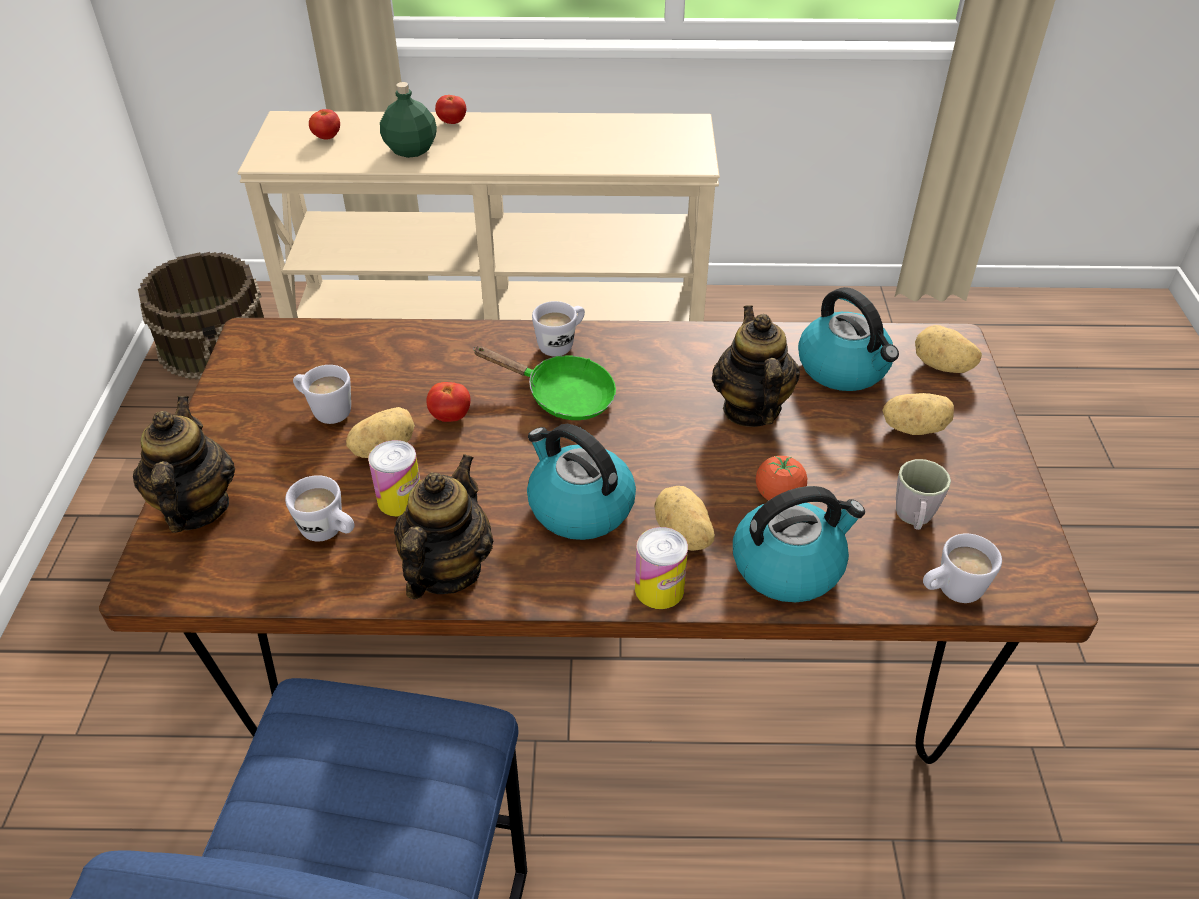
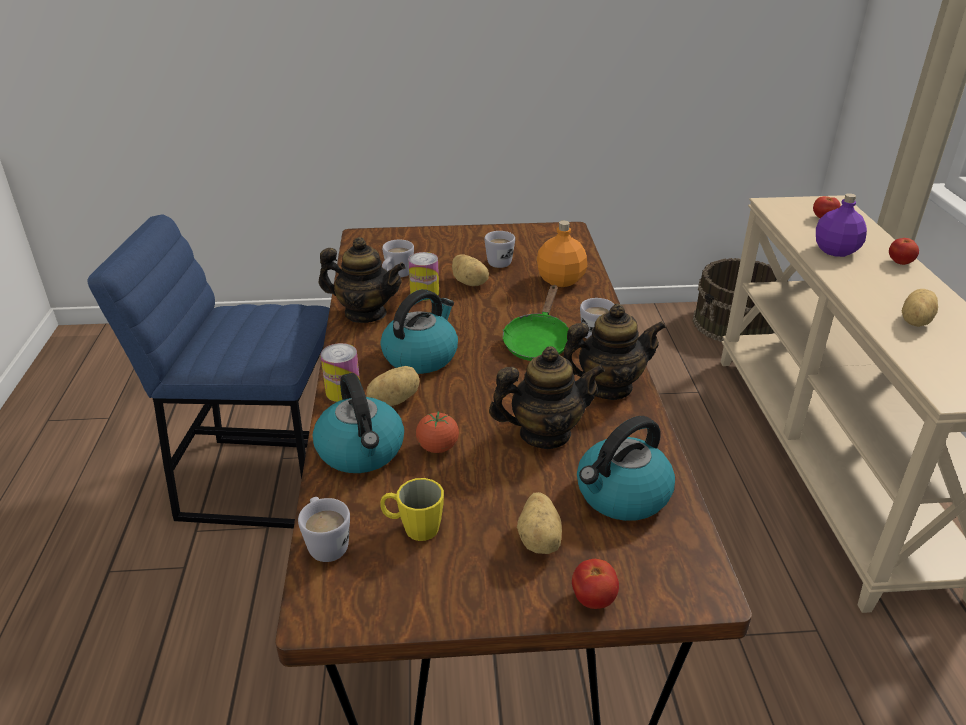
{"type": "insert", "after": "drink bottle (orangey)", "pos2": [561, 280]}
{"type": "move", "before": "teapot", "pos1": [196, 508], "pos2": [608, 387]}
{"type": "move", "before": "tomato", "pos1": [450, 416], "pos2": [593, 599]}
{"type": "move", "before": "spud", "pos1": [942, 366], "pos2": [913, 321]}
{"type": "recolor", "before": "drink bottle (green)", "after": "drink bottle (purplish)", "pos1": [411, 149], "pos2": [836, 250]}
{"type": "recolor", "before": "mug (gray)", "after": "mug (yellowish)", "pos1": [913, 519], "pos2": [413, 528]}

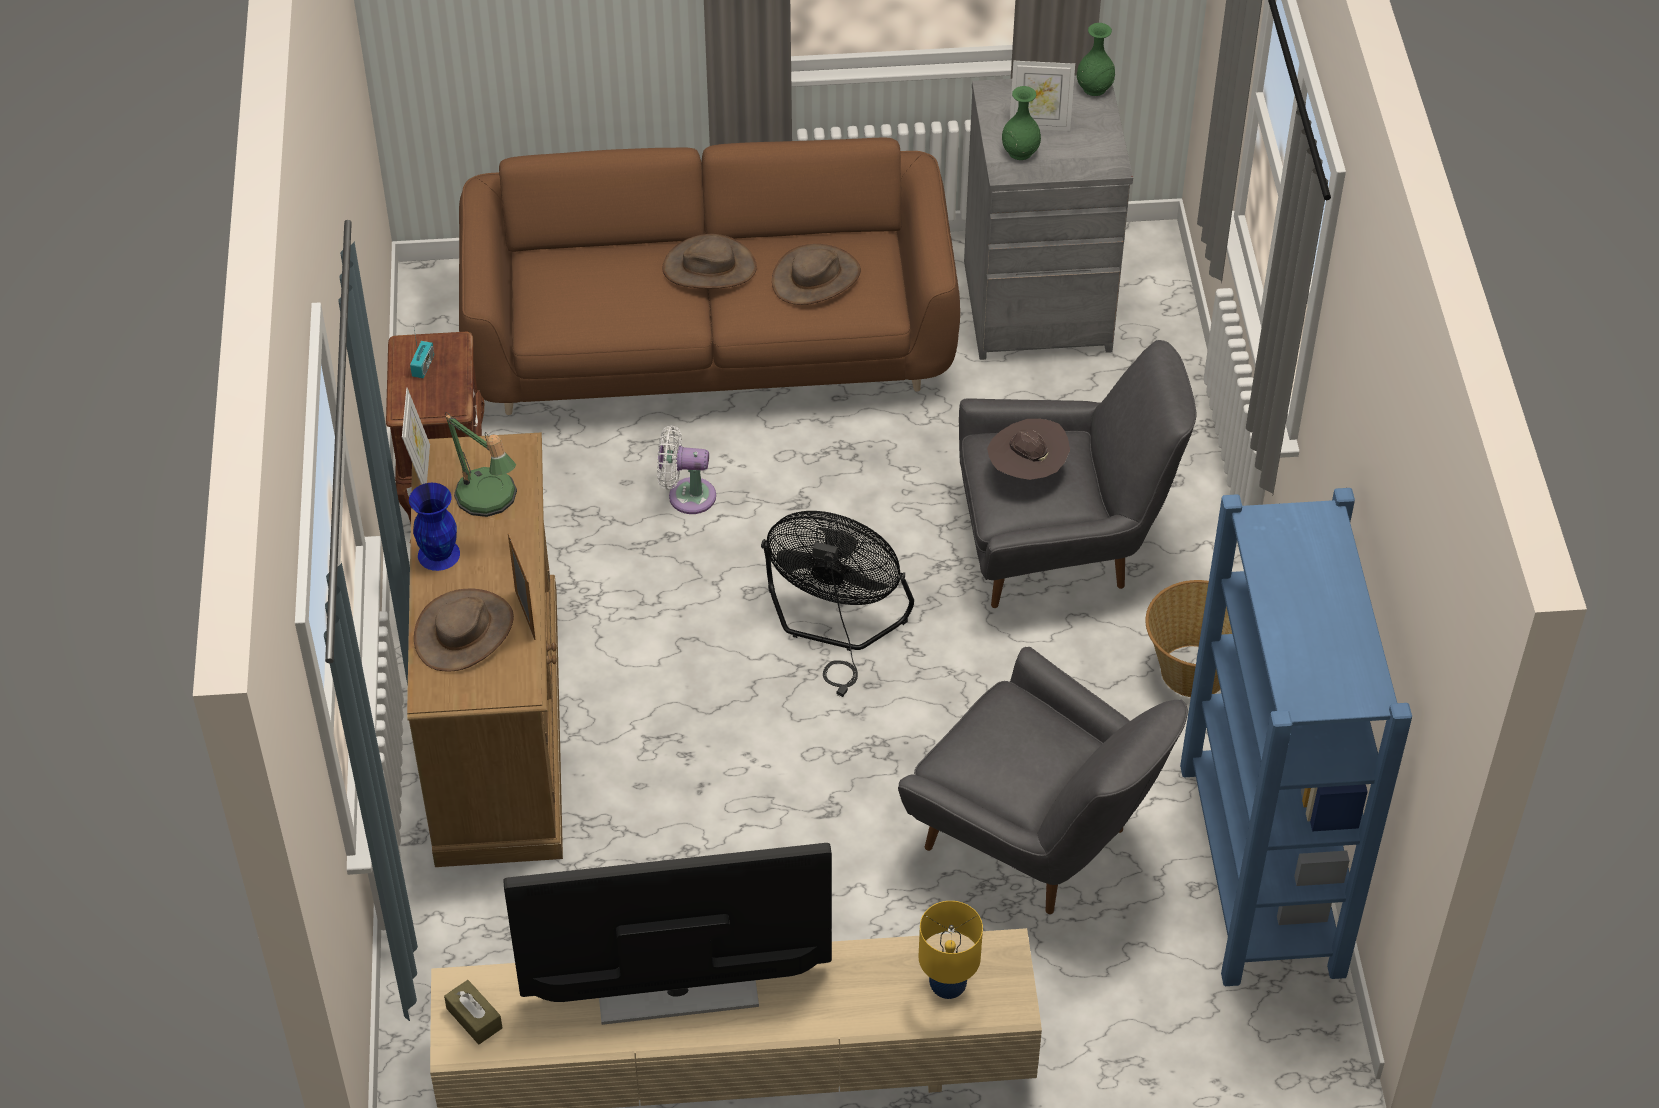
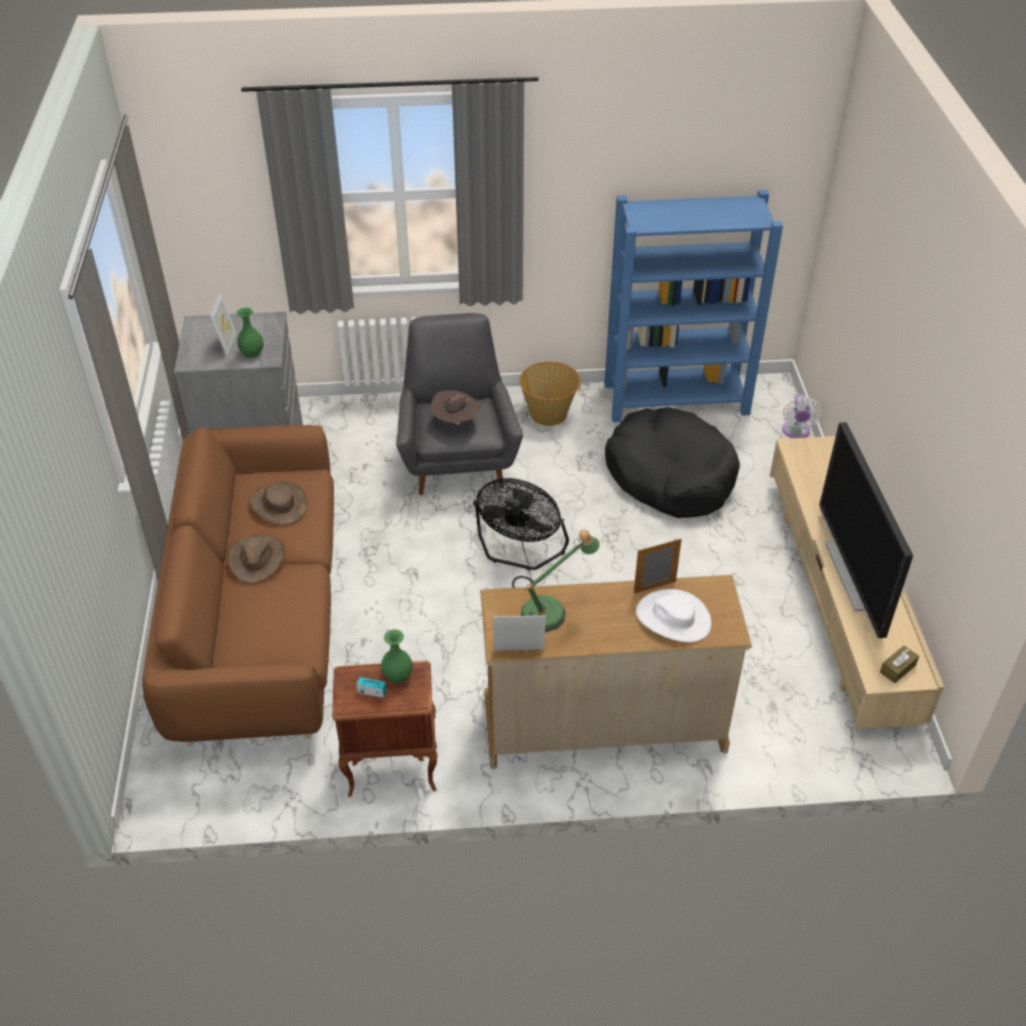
{"type": "delete", "before": "flower vase (bluish)", "pos1": [439, 554]}
{"type": "delete", "before": "tabletop lamp (yellowish)", "pos1": [946, 988]}
{"type": "move", "before": "cooling fan (white-coloured)", "pos1": [686, 496], "pos2": [796, 432]}
{"type": "move", "before": "flower vase (green)", "pos1": [1094, 89], "pos2": [398, 675]}
{"type": "replace", "before": "armchair (gray)", "after": "dog bed (black)", "pos1": [1038, 842], "pos2": [670, 475]}
{"type": "recolor", "before": "wearable hat (brown)", "after": "wearable hat (white-coloured)", "pos1": [464, 632], "pos2": [673, 618]}
{"type": "rotate", "before": "cooling fan (black)", "pos1": [833, 628], "pos2": [518, 557], "turn": 90}

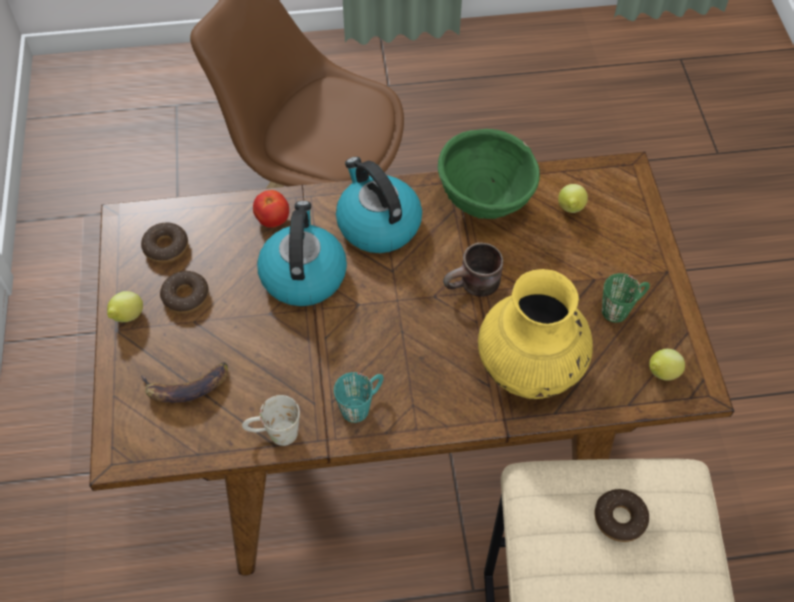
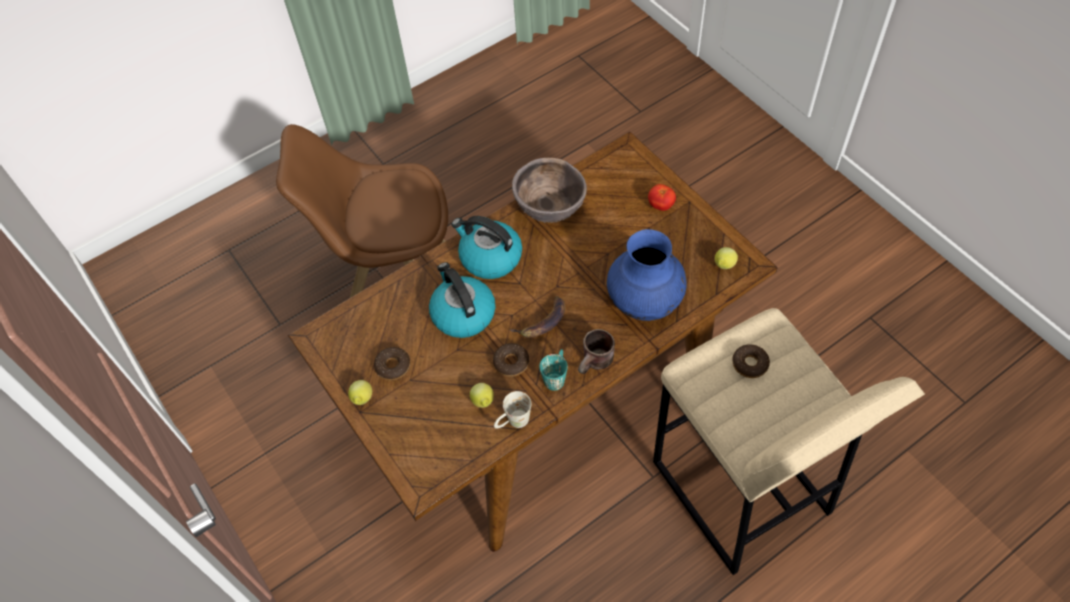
{"type": "delete", "before": "mug (green)", "pos1": [621, 308]}
{"type": "move", "before": "ring doughnut", "pos1": [166, 247], "pos2": [511, 363]}
{"type": "move", "before": "banana", "pos1": [186, 387], "pos2": [543, 322]}
{"type": "move", "before": "tomato", "pos1": [273, 219], "pos2": [661, 205]}
{"type": "move", "before": "mug (brown)", "pos1": [474, 288], "pos2": [597, 364]}
{"type": "move", "before": "whole lemon", "pos1": [570, 209], "pos2": [483, 402]}
{"type": "recolor", "before": "bowl (green)", "after": "bowl (brown)", "pos1": [484, 203], "pos2": [550, 211]}
{"type": "recolor", "before": "flower vase (yellowish)", "after": "flower vase (bluish)", "pos1": [529, 369], "pos2": [645, 302]}

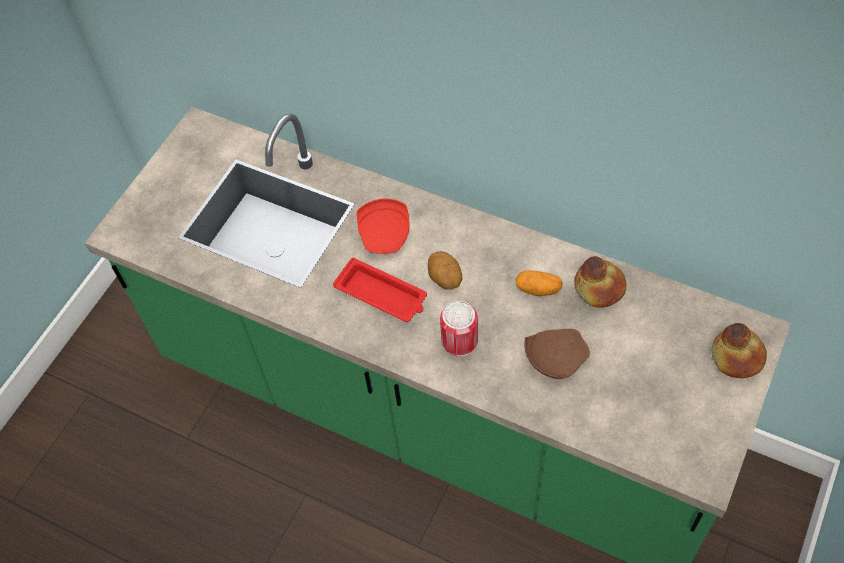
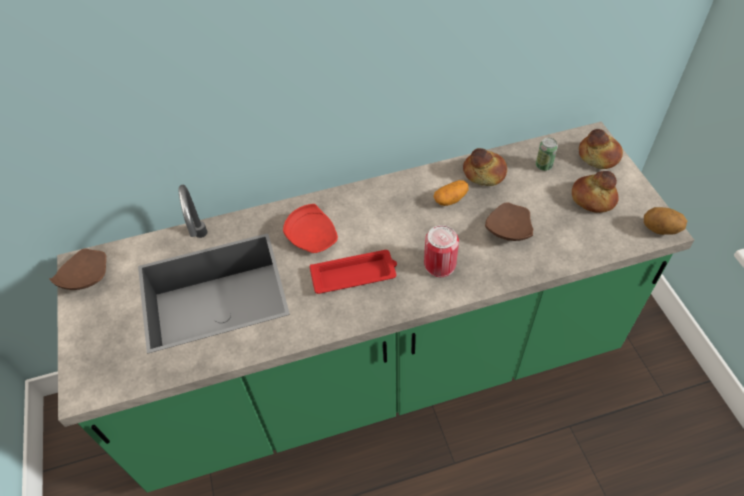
{"type": "insert", "after": "dinner plate (brown)", "pos2": [84, 278]}
{"type": "insert", "after": "sealed can", "pos2": [543, 166]}
{"type": "insert", "after": "bread", "pos2": [592, 198]}
{"type": "move", "before": "spud", "pos1": [444, 279], "pos2": [660, 230]}

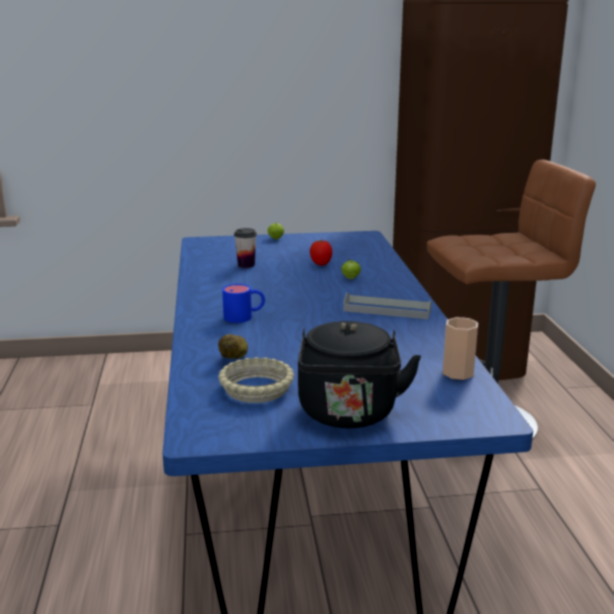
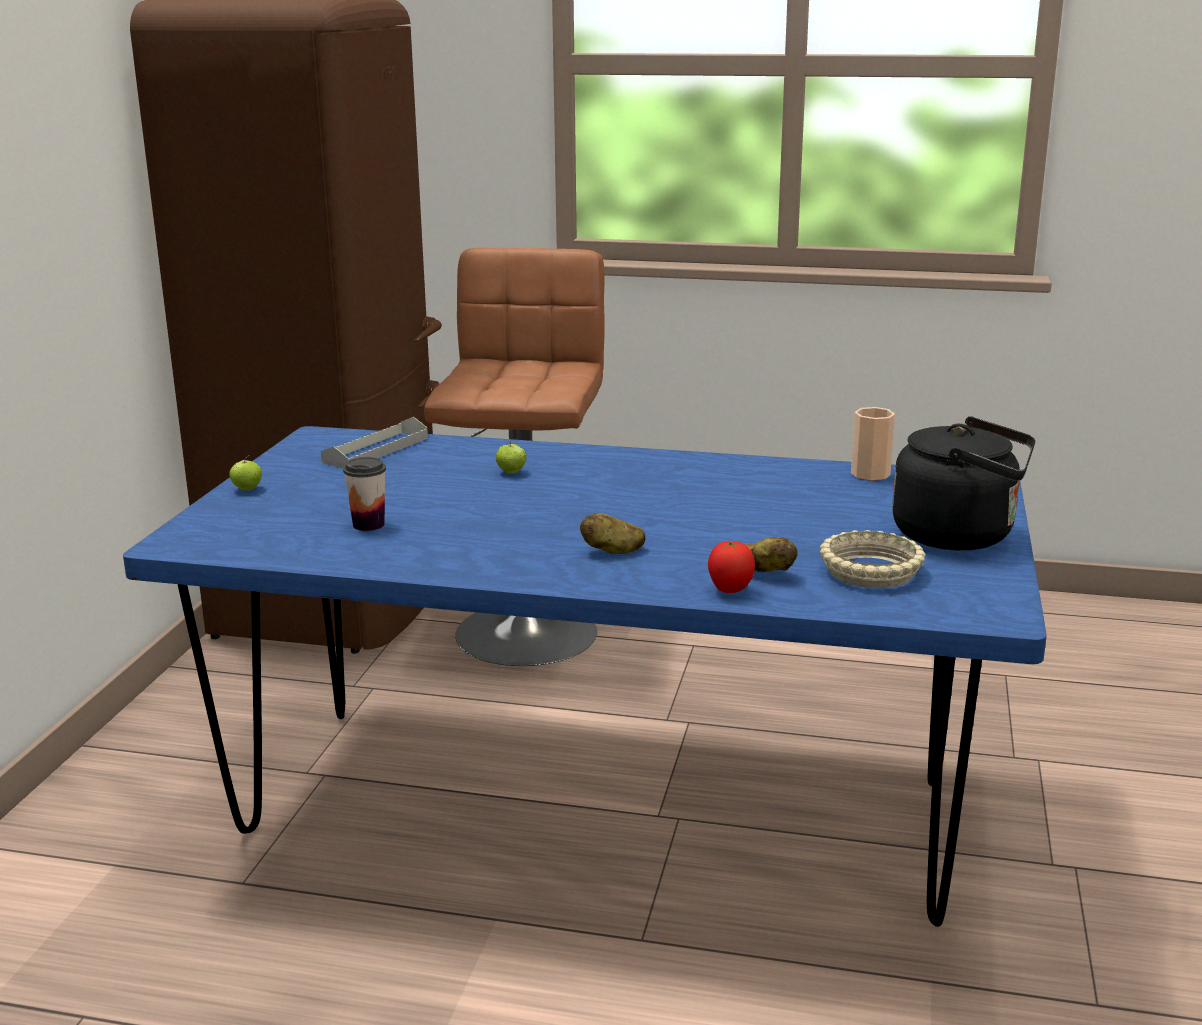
{"type": "move", "before": "tomato", "pos1": [321, 264], "pos2": [729, 591]}
{"type": "move", "before": "tray (gray)", "pos1": [387, 310], "pos2": [376, 450]}
{"type": "replace", "before": "mug (bluish)", "after": "spud", "pos1": [244, 316], "pos2": [612, 551]}

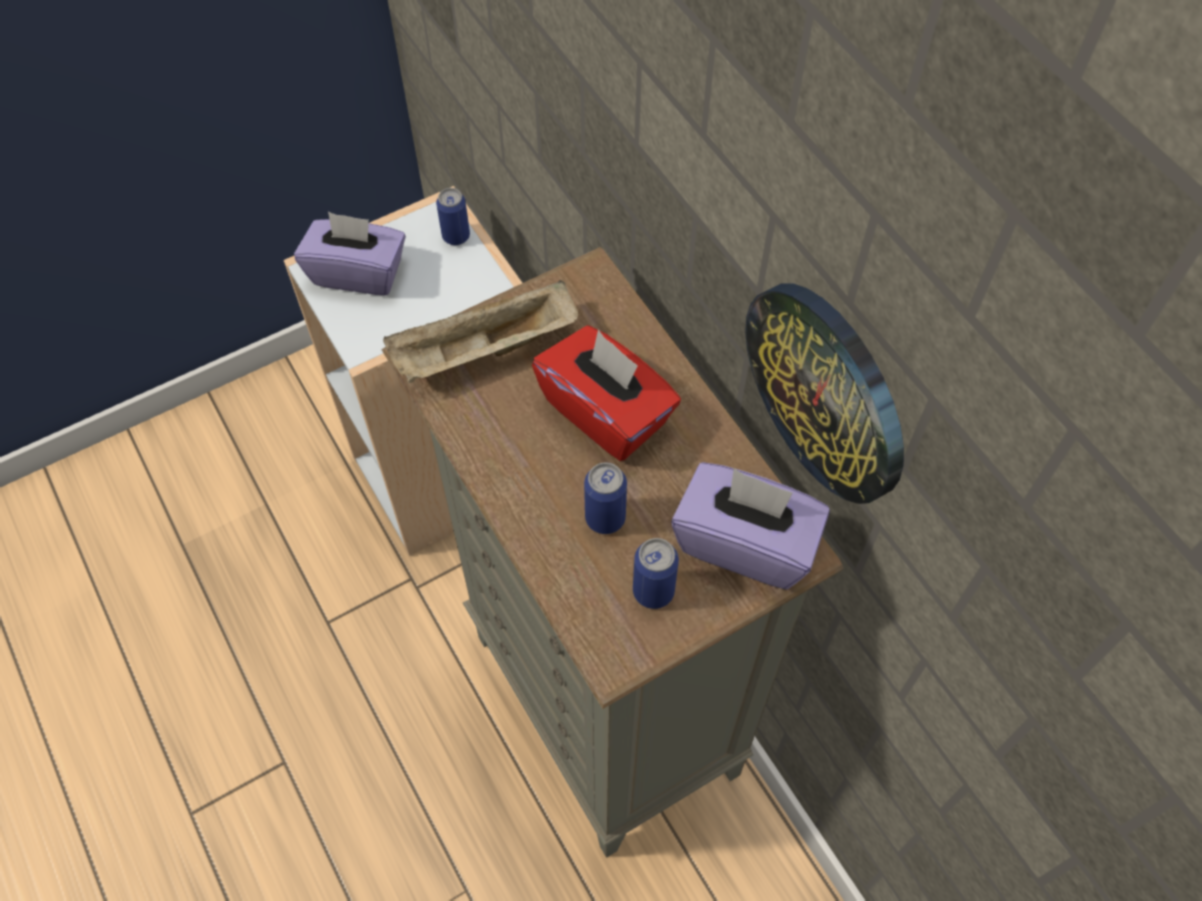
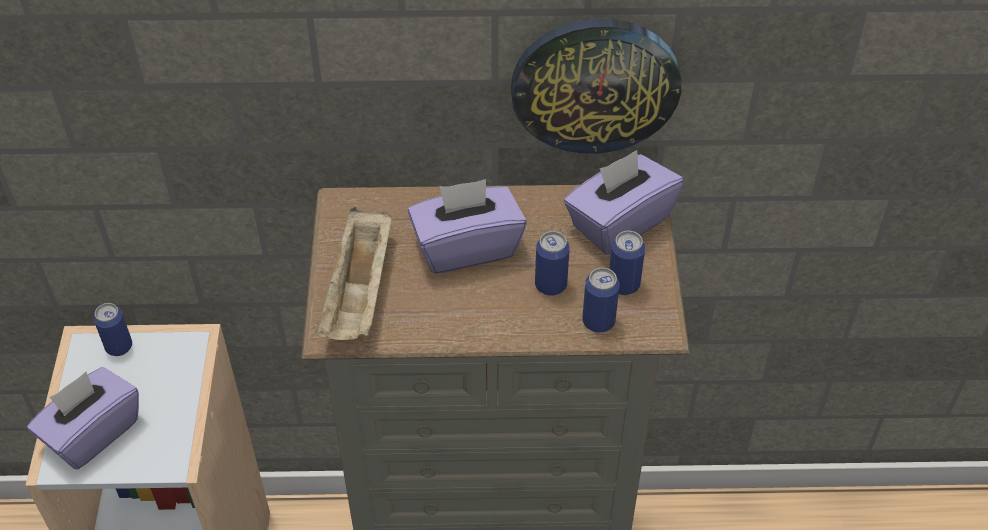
{"type": "insert", "after": "sealed can", "pos2": [598, 321]}
{"type": "recolor", "before": "tissue holder (reddish)", "after": "tissue holder (purplish)", "pos1": [607, 412], "pos2": [466, 247]}

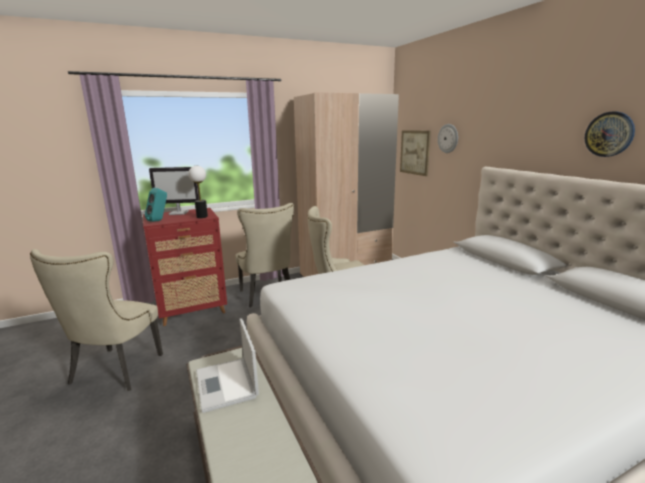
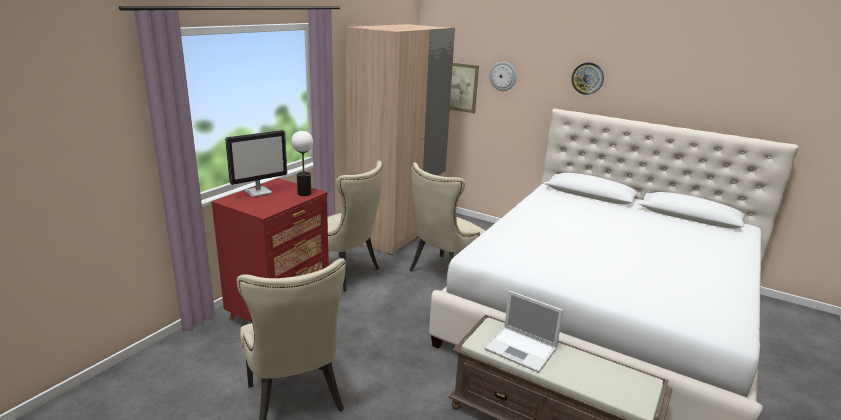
{"type": "delete", "before": "audio speaker (turquoise)", "pos1": [159, 220]}
{"type": "move", "before": "wall clock", "pos1": [609, 134], "pos2": [587, 78]}

